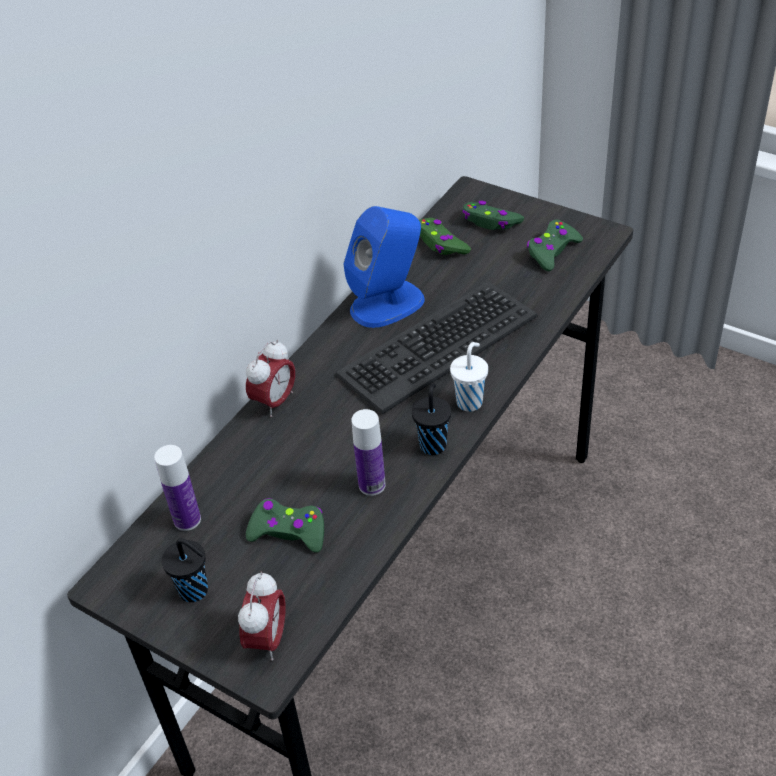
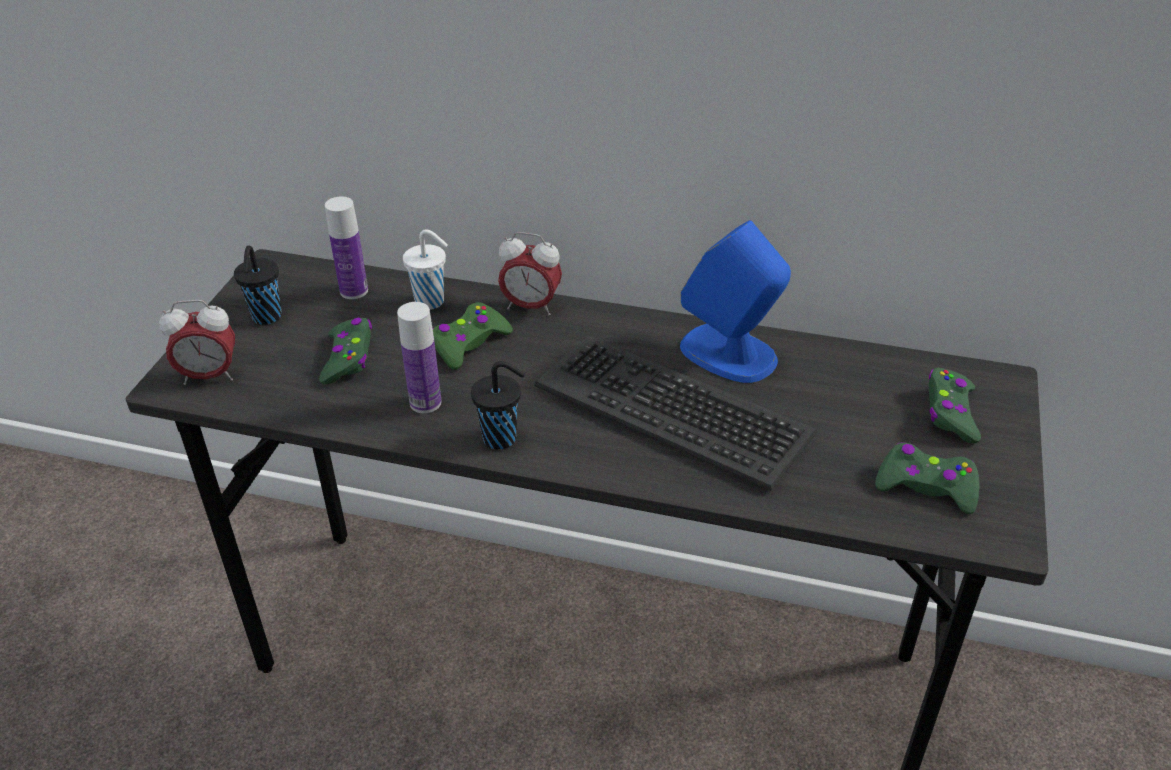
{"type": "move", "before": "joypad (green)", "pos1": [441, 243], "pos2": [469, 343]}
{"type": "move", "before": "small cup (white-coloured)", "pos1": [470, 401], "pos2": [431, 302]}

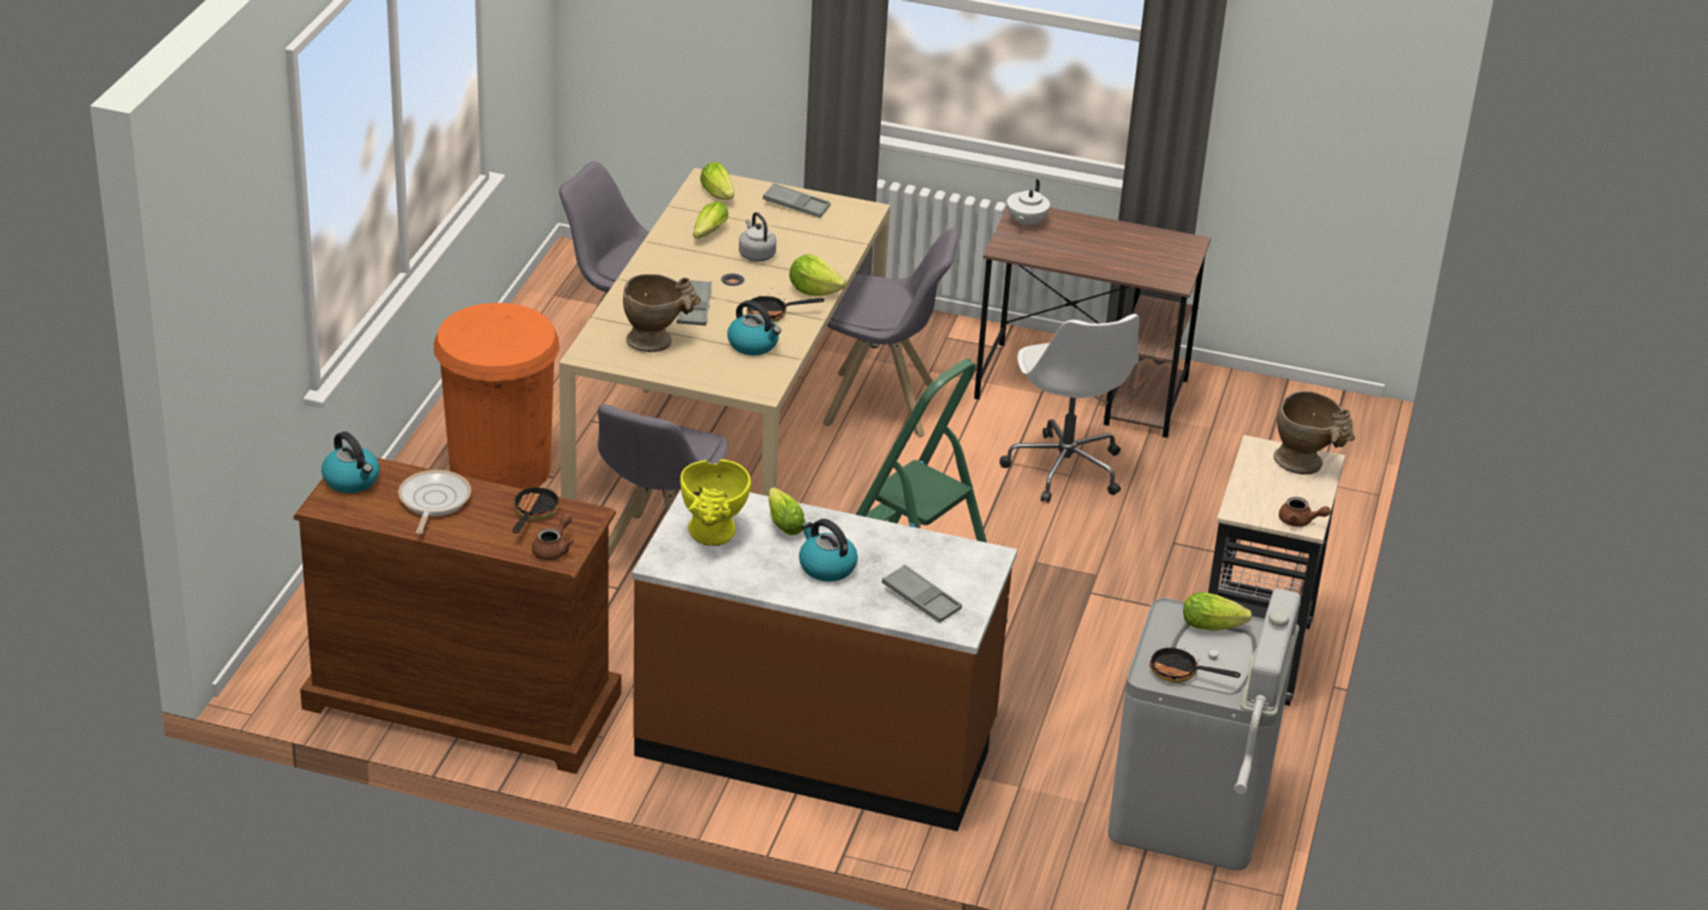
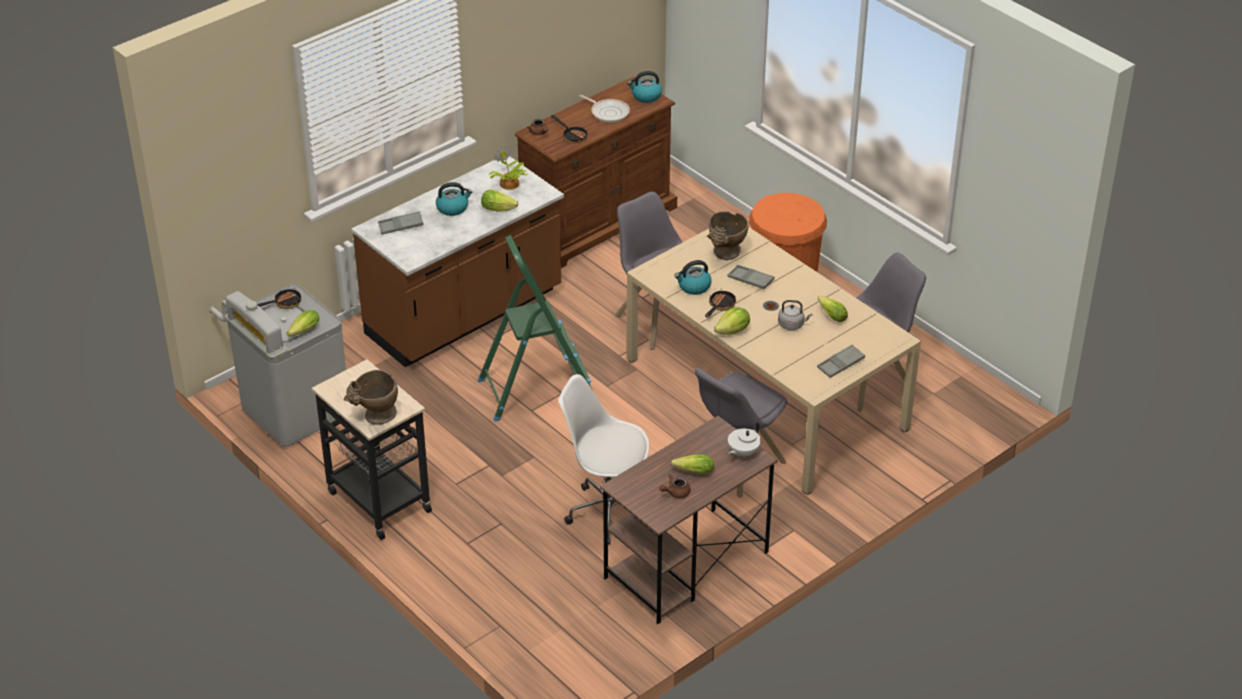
{"type": "move", "before": "lettuce head", "pos1": [719, 195], "pos2": [692, 471]}
{"type": "move", "before": "teapot (brown)", "pos1": [1299, 521], "pos2": [675, 492]}
{"type": "replace", "before": "flower vase (yellowish)", "after": "potted plant", "pos1": [713, 537], "pos2": [509, 184]}
{"type": "rotate", "before": "teapot (white-coloured)", "pos1": [1025, 222], "pos2": [743, 452], "turn": -105}

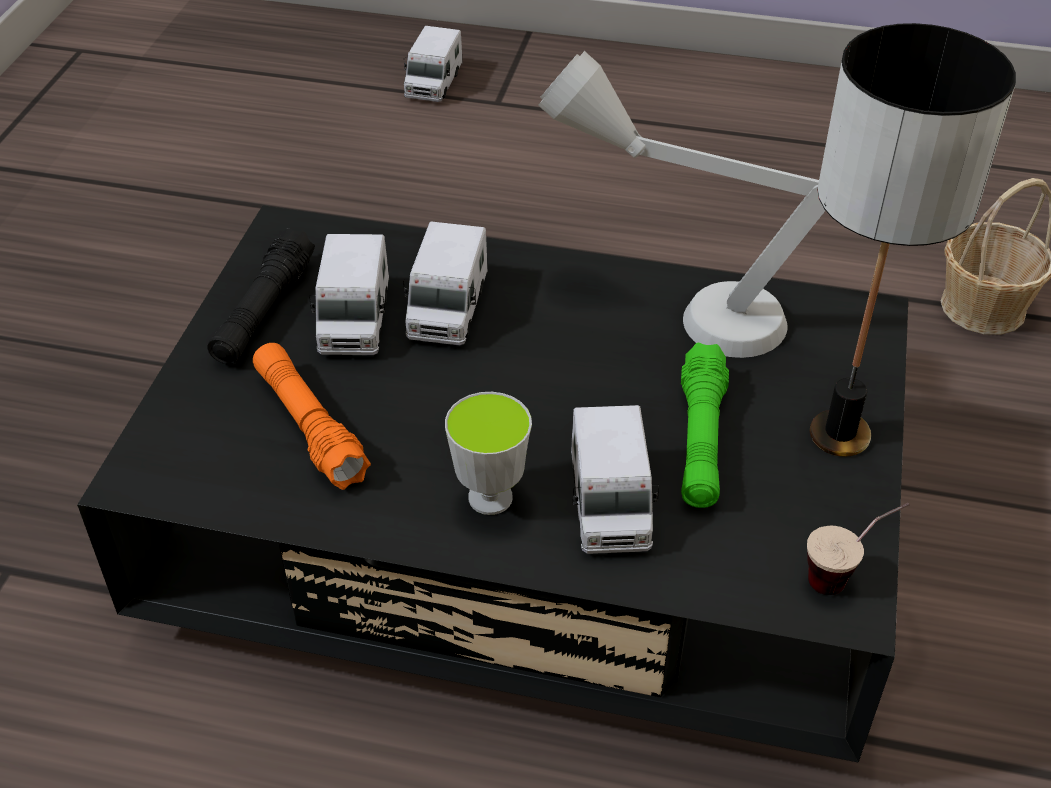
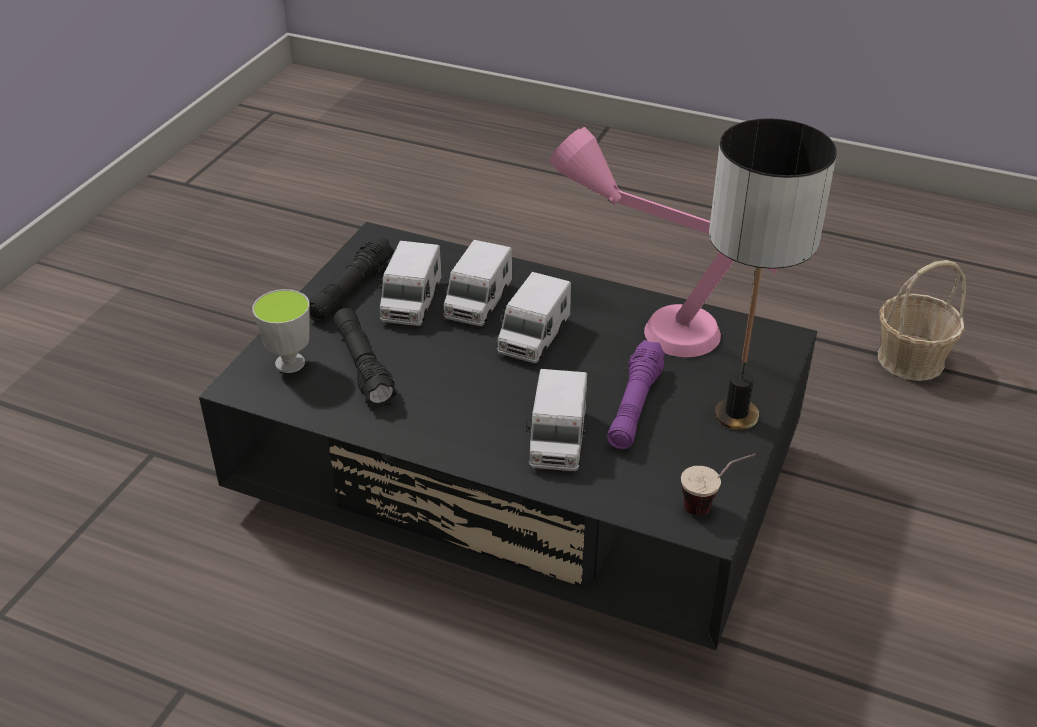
{"type": "move", "before": "toy truck", "pos1": [433, 83], "pos2": [533, 337]}
{"type": "move", "before": "small cup", "pos1": [490, 498], "pos2": [290, 363]}
{"type": "recolor", "before": "flashlight (orangey)", "after": "flashlight (black)", "pos1": [309, 426], "pos2": [363, 367]}
{"type": "recolor", "before": "tabletop lamp (gray)", "after": "tabletop lamp (pink-coloured)", "pos1": [683, 306], "pos2": [648, 318]}
{"type": "recolor", "before": "flashlight (green)", "after": "flashlight (purplish)", "pos1": [701, 439], "pos2": [634, 406]}

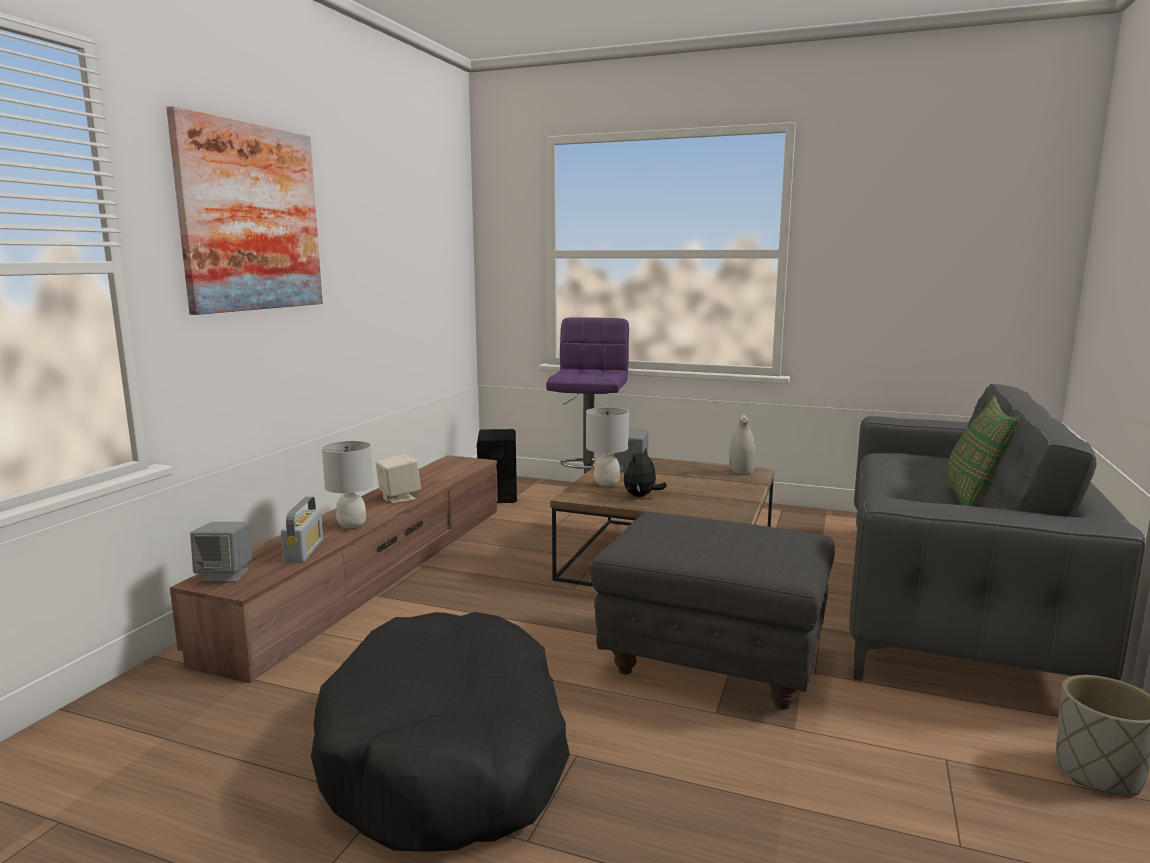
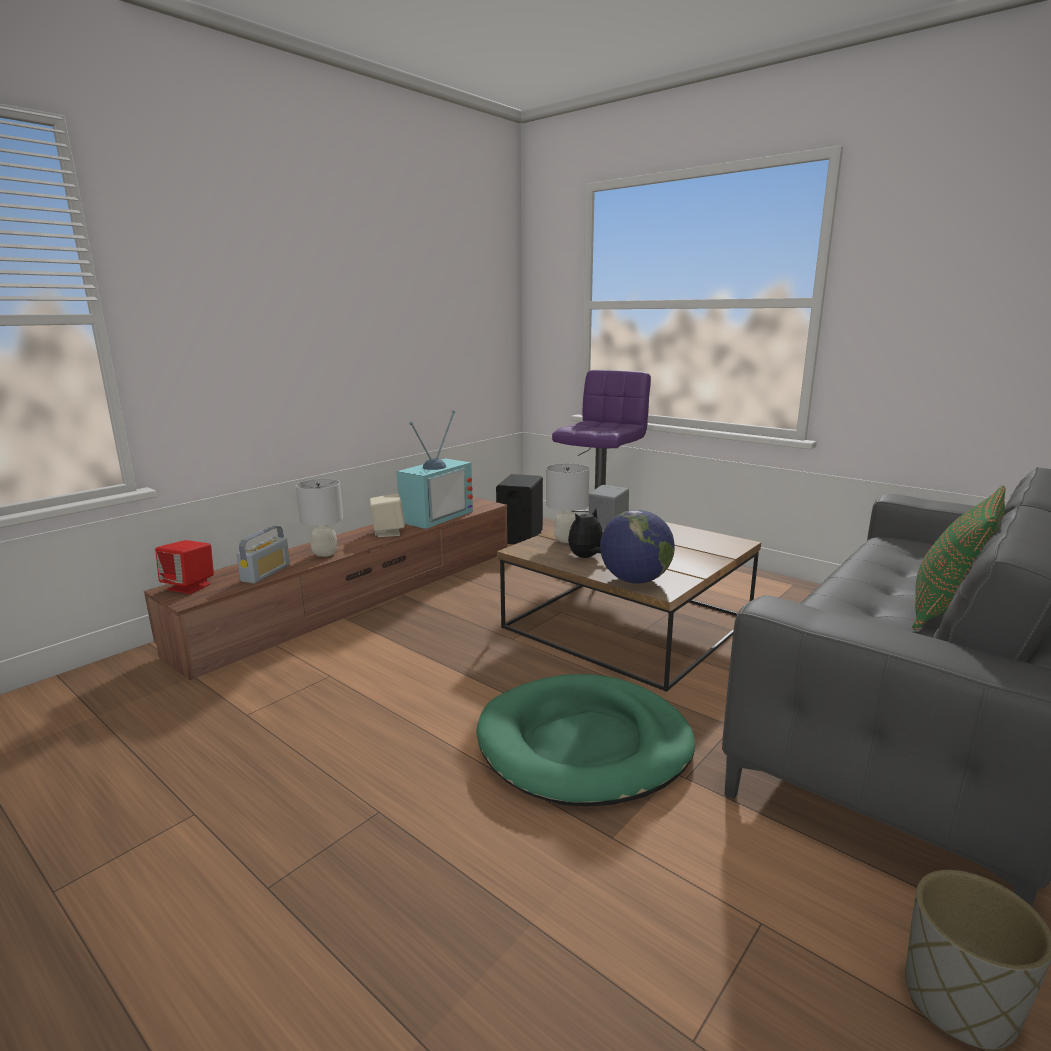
{"type": "delete", "before": "wall art", "pos1": [251, 218]}
{"type": "delete", "before": "dog bed (black)", "pos1": [448, 755]}
{"type": "delete", "before": "flower vase (white-coloured)", "pos1": [741, 472]}
{"type": "insert", "after": "TV set", "pos2": [435, 516]}
{"type": "insert", "after": "desk globe", "pos2": [635, 580]}
{"type": "replace", "before": "footrest (gray)", "after": "dog bed (green)", "pos1": [713, 664], "pos2": [584, 745]}
{"type": "recolor", "before": "audio speaker (gray)", "after": "audio speaker (reddish)", "pos1": [226, 575], "pos2": [190, 586]}

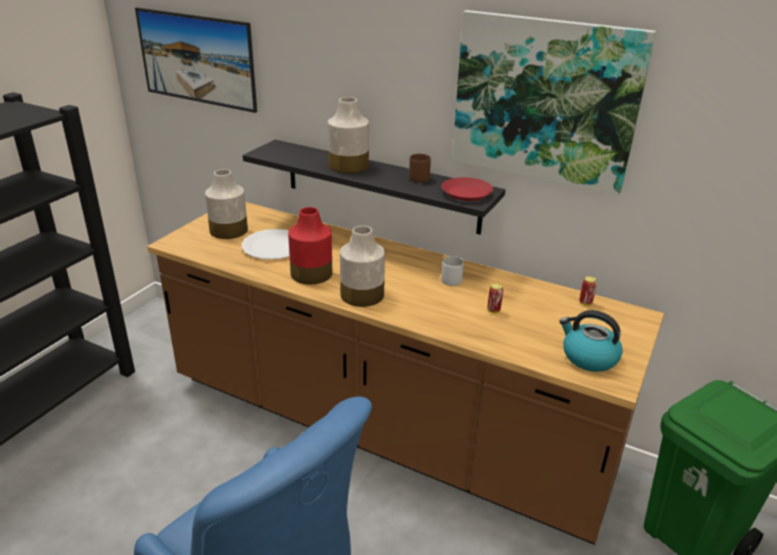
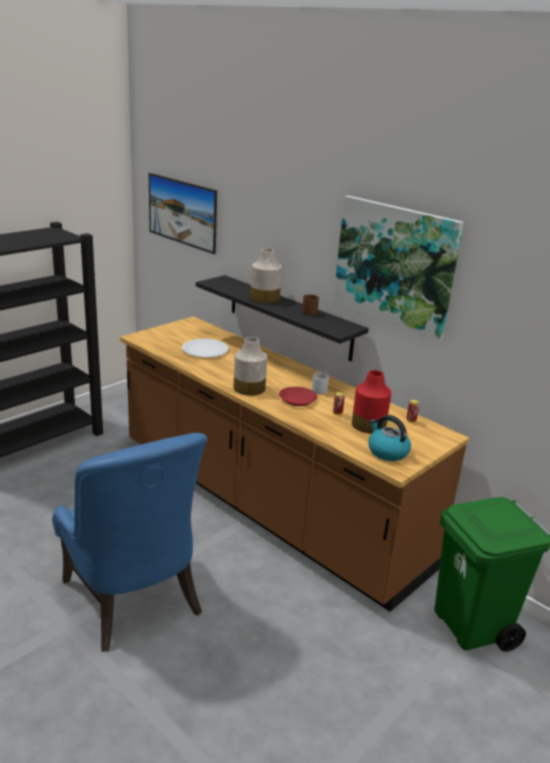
{"type": "delete", "before": "flower vase (beige-coloured)", "pos1": [229, 230]}
{"type": "move", "before": "flower vase (reddish)", "pos1": [311, 273], "pos2": [368, 424]}
{"type": "move", "before": "dinner plate (reddish)", "pos1": [466, 193], "pos2": [297, 399]}

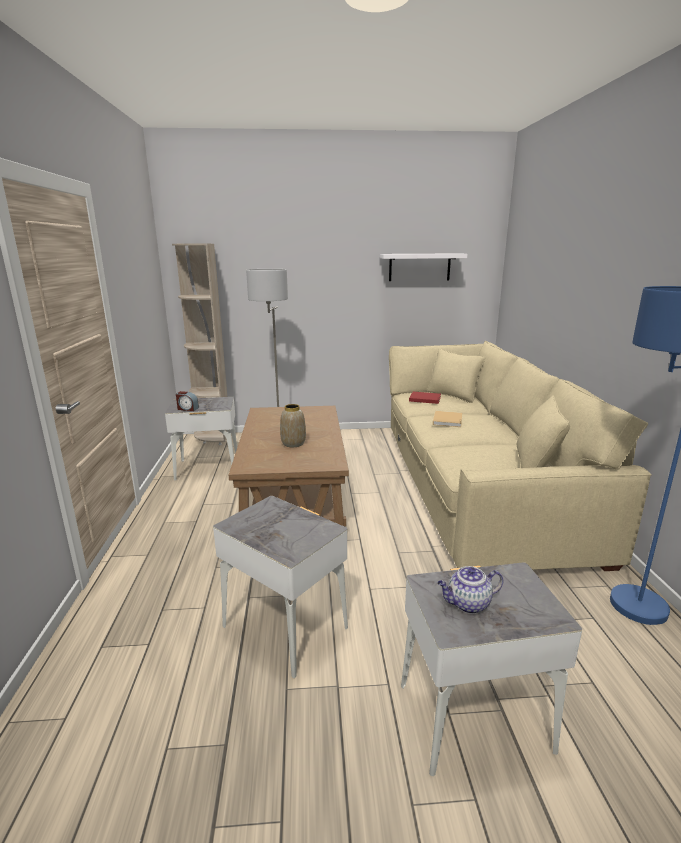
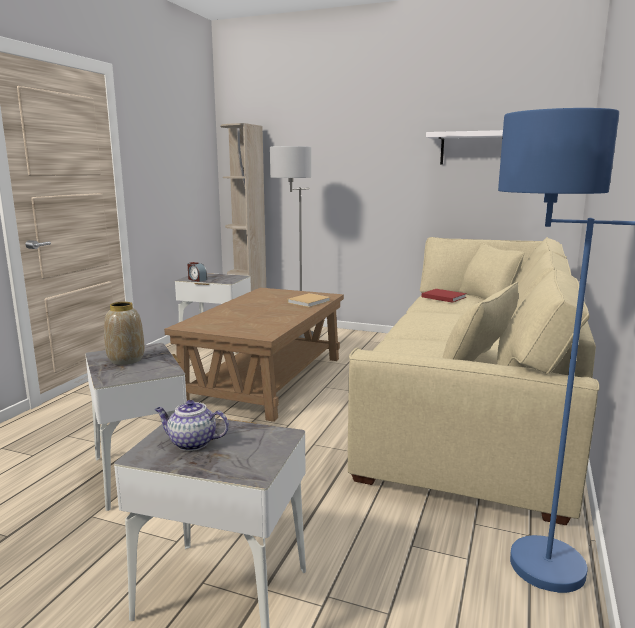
{"type": "move", "before": "flower vase", "pos1": [293, 444], "pos2": [125, 360]}
{"type": "move", "before": "book (beige-coloured)", "pos1": [447, 420], "pos2": [309, 301]}

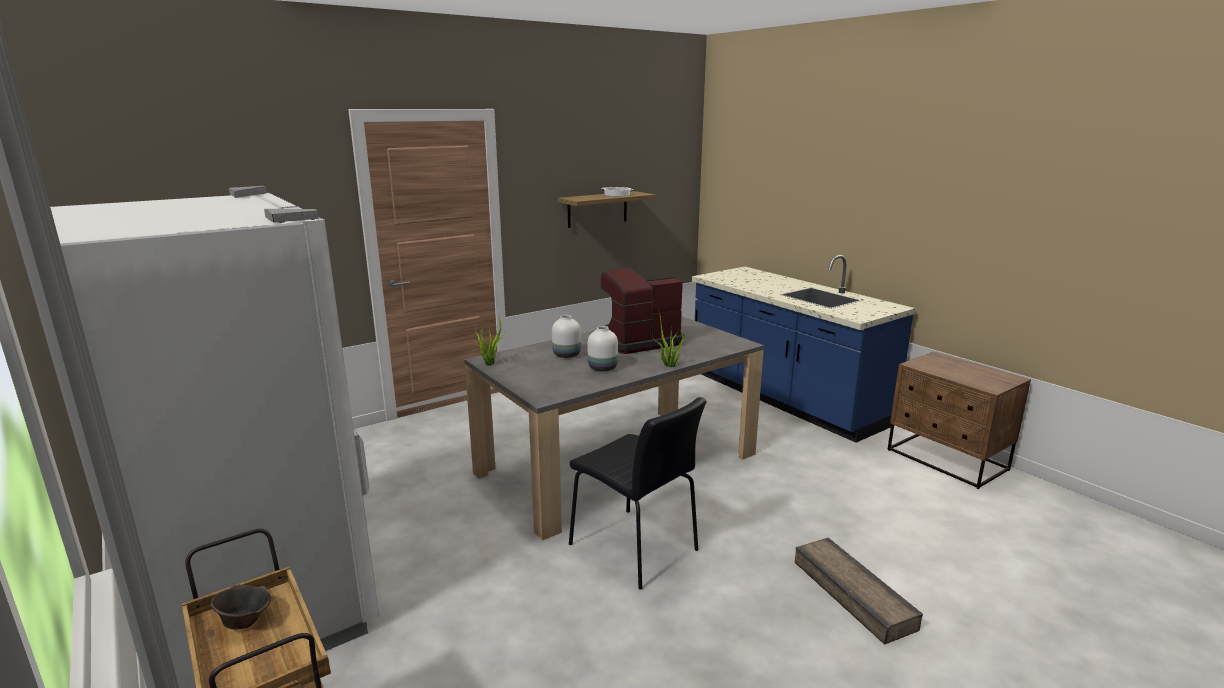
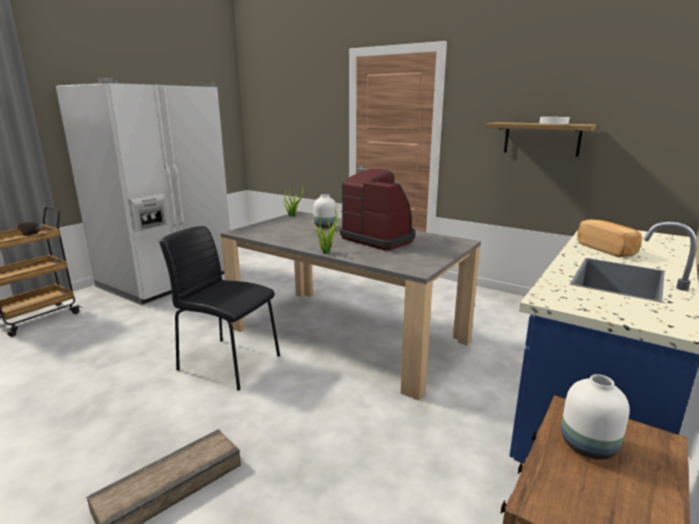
{"type": "insert", "after": "bread", "pos2": [606, 249]}
{"type": "move", "before": "flower vase (white-coloured)", "pos1": [602, 368], "pos2": [586, 446]}
{"type": "rotate", "before": "chair (black)", "pos1": [637, 549], "pos2": [226, 362], "turn": 90}

